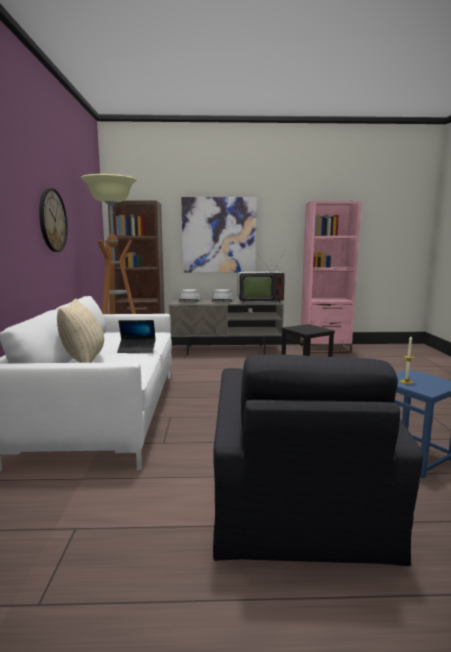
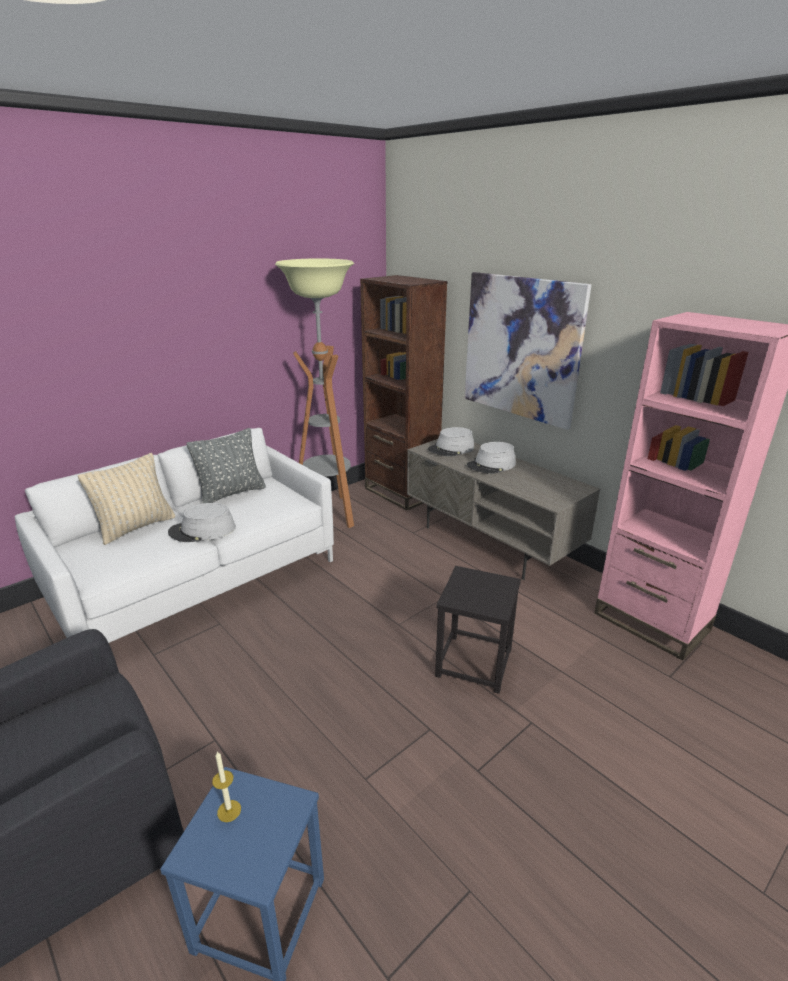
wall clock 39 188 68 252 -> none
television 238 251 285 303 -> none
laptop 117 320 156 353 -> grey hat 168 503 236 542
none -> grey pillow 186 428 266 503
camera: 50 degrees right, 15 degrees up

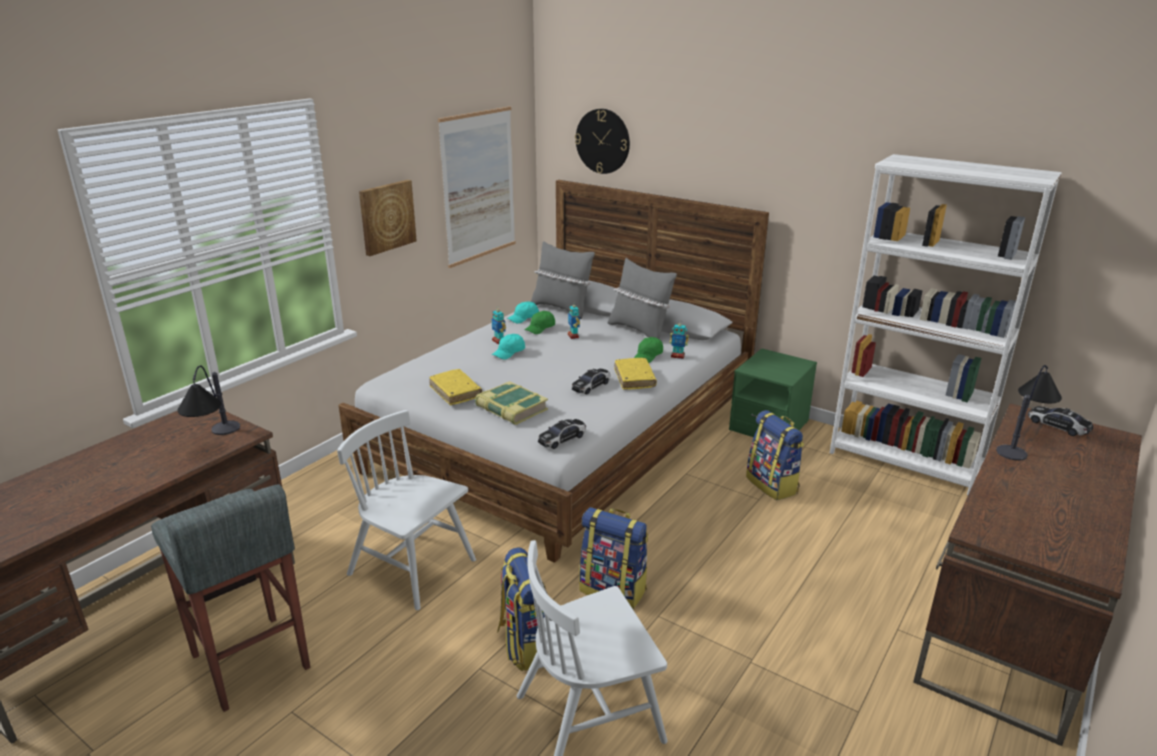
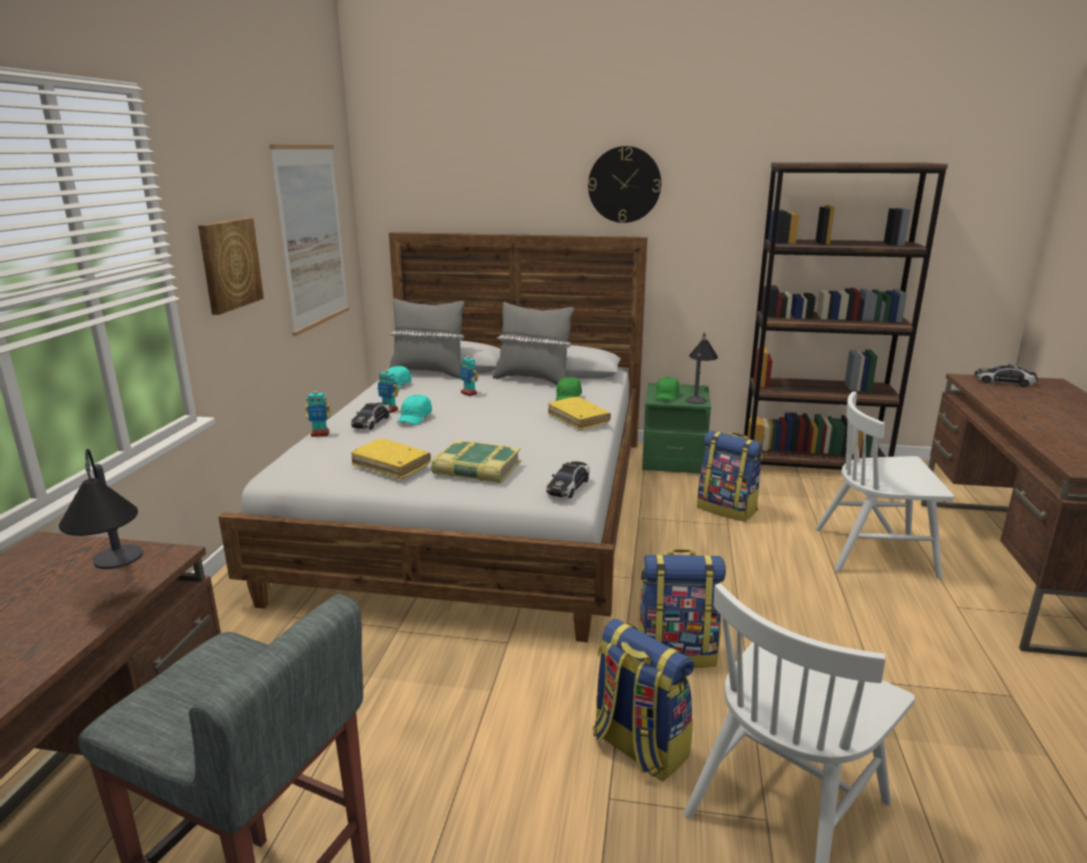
wall clock 575 109 630 174 -> wall clock 588 146 661 223, shifted
white bookcase 830 154 1062 495 -> brown bookcase 744 162 948 470
green cap 525 311 555 334 -> green cap 655 377 680 401, shifted
toy robot 670 323 689 359 -> toy robot 305 386 330 437, shifted
table lamp 996 365 1062 461 -> table lamp 685 333 718 404, shifted
toy car 572 369 610 394 -> toy car 351 403 390 429, shifted
white chair 337 410 476 610 -> white chair 815 392 954 579, shifted
camera: 25 degrees left, 5 degrees down

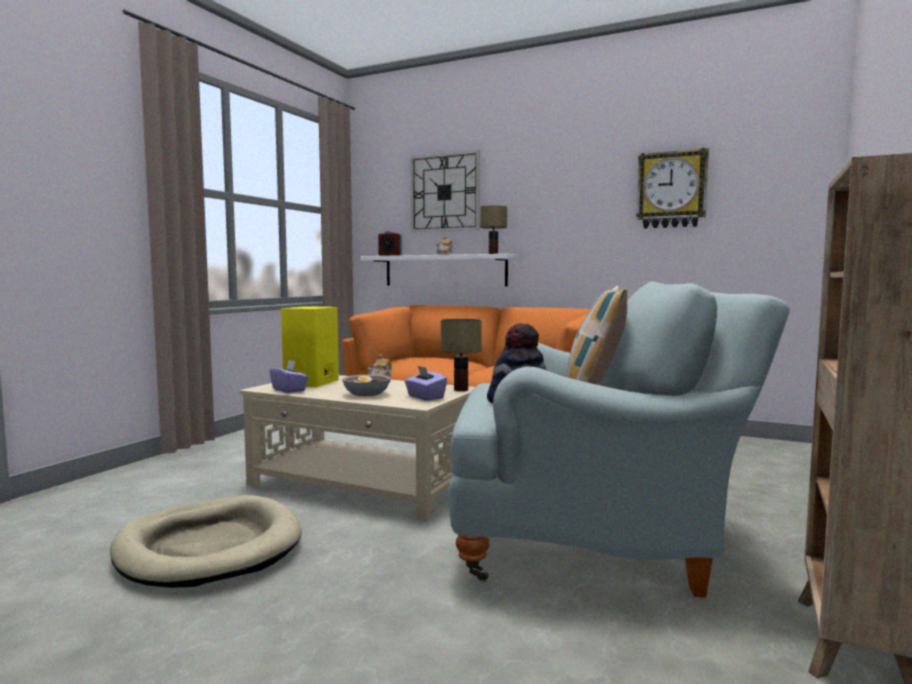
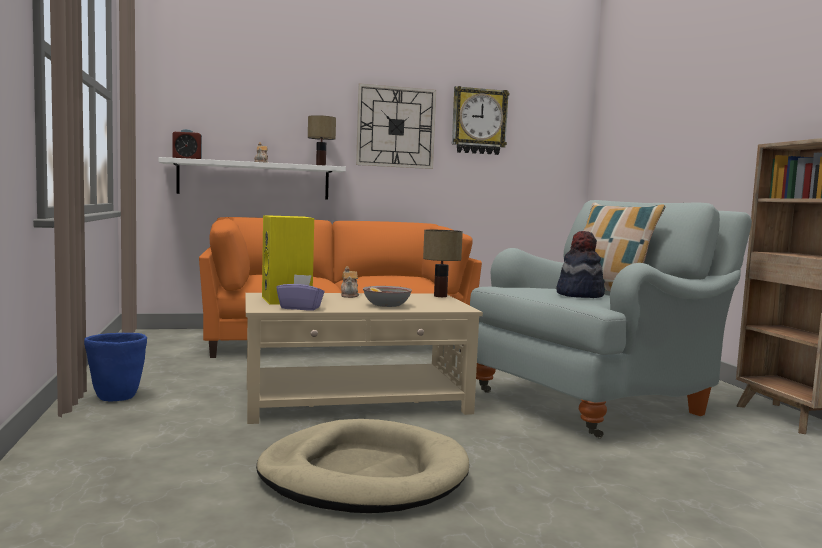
wall clock 410 150 480 232 -> wall clock 356 83 436 169, shifted
purple tissue box 405 365 447 401 -> none
none -> blue planter 84 333 147 402
camera: 40 degrees left, 0 degrees up

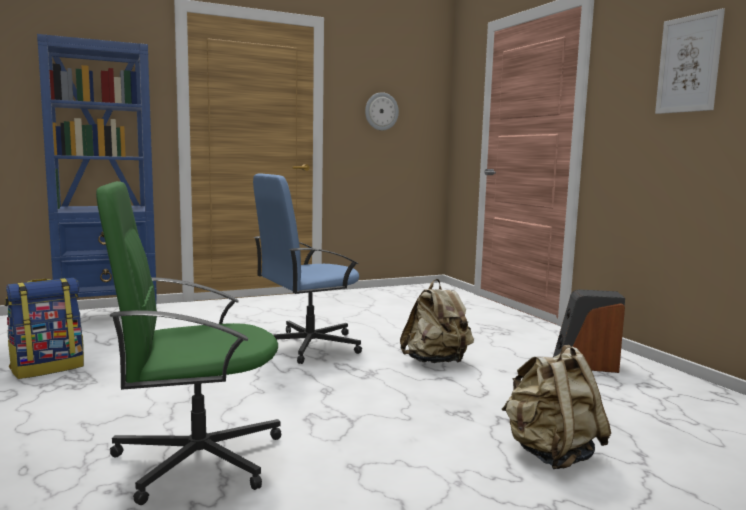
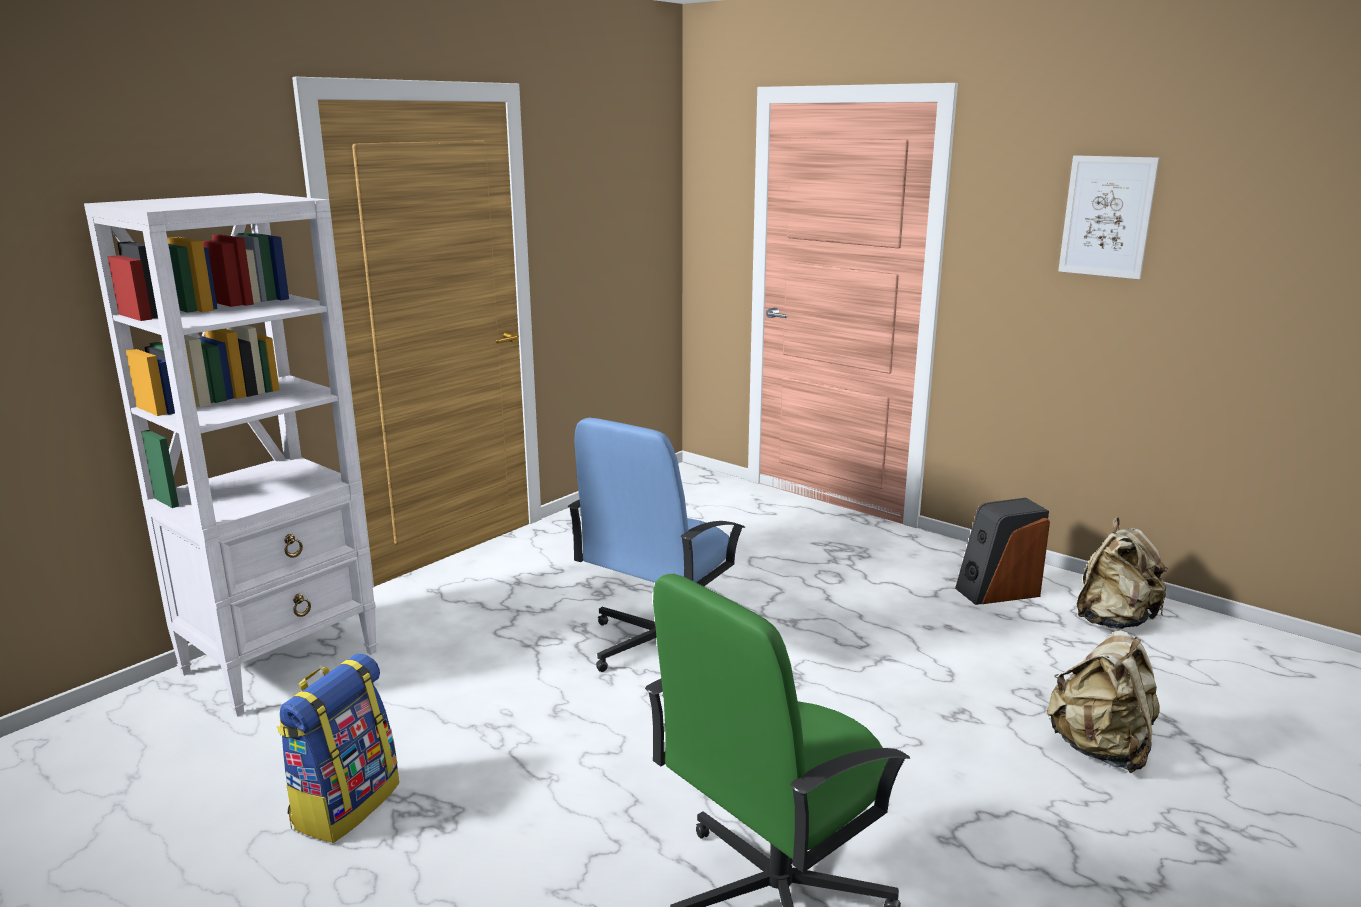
blue bookcase 37 34 157 301 -> white bookcase 84 193 378 717
wall clock 365 92 399 130 -> none
beige backpack 400 279 474 363 -> beige backpack 1077 517 1169 629, shifted
camera: 25 degrees left, 10 degrees up

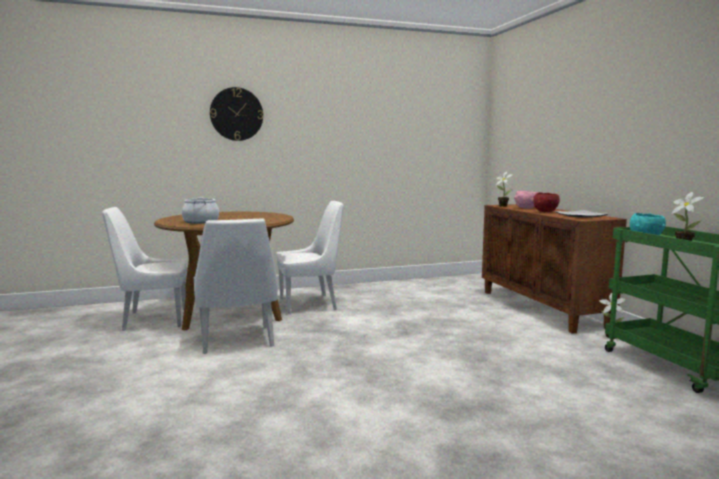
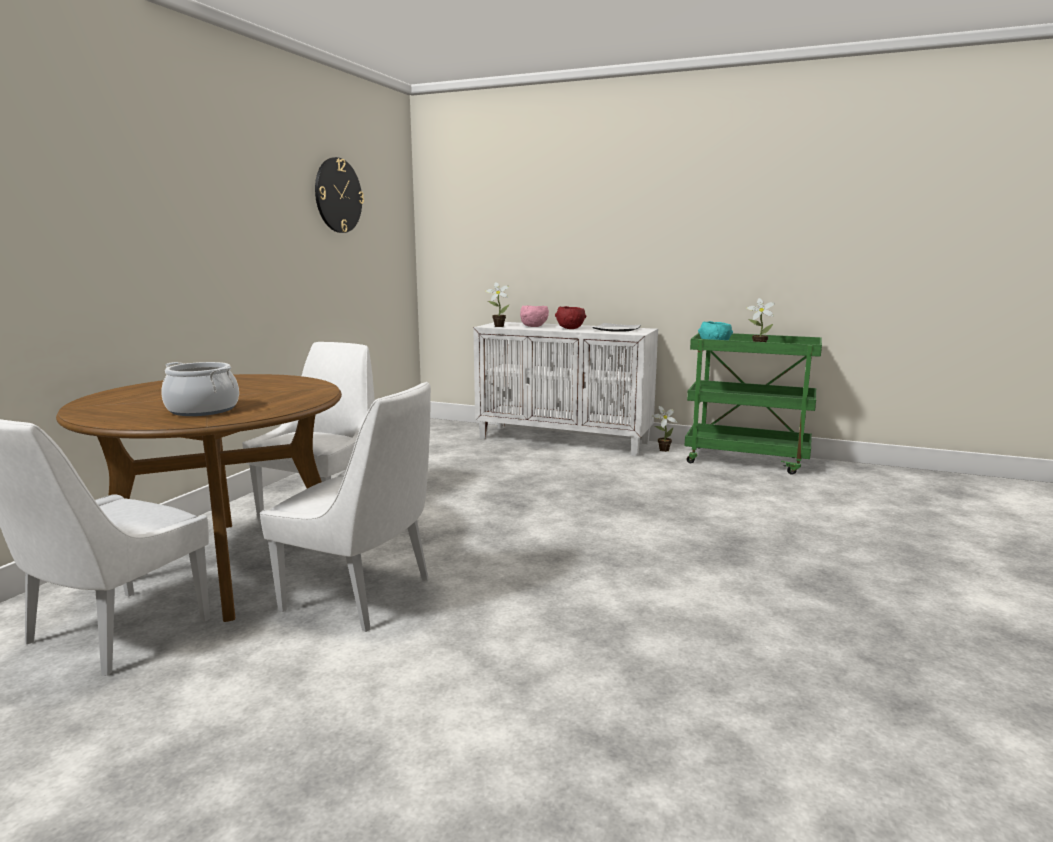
wall clock 210 87 263 141 -> wall clock 315 157 364 233, shifted
brown cabinet 482 204 627 334 -> white cabinet 473 322 658 456
camera: 50 degrees left, 5 degrees up

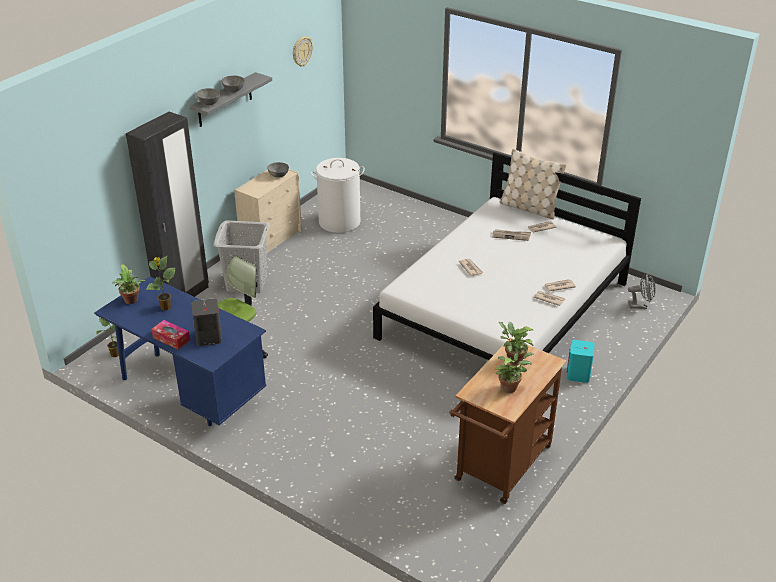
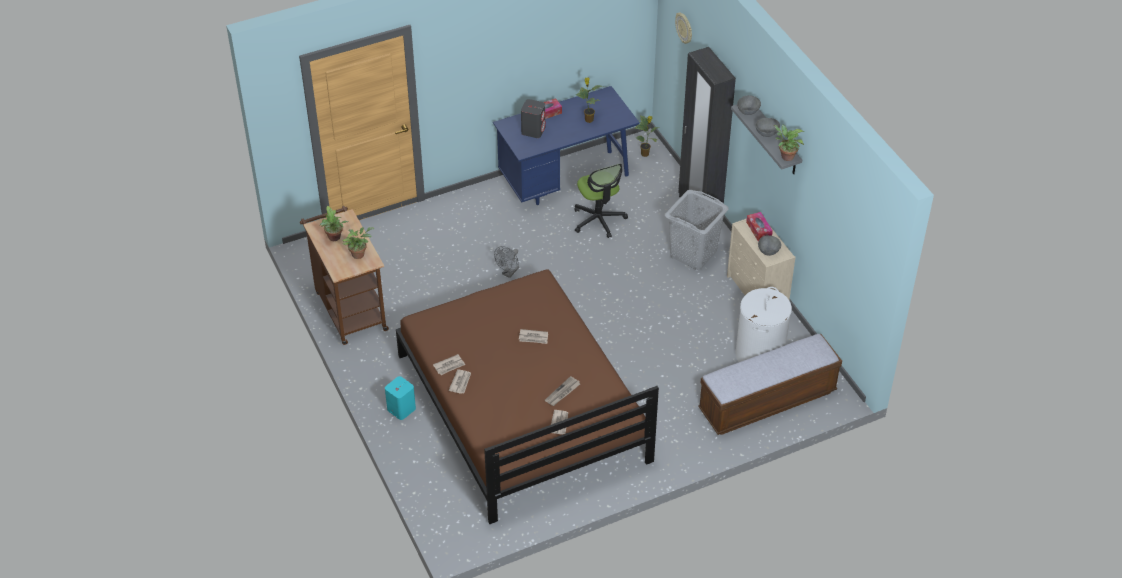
wall clock 293 36 313 66 -> wall clock 675 12 692 44, shifted
beige pillow 499 149 567 219 -> none
white bed 373 152 641 360 -> brown bed 396 269 659 524
potted plant 112 264 146 304 -> potted plant 774 124 804 161, shifted
grey fan 628 273 656 309 -> grey fan 494 246 519 278, shifted
none -> tissue box 746 212 773 241
none -> bench 698 334 842 435
camera: 120 degrees right, 10 degrees up

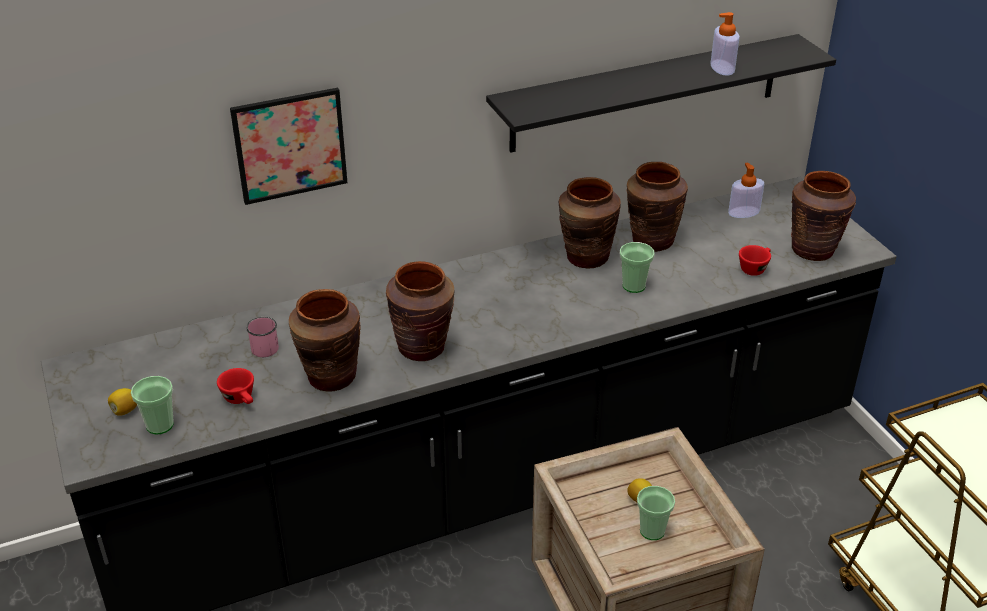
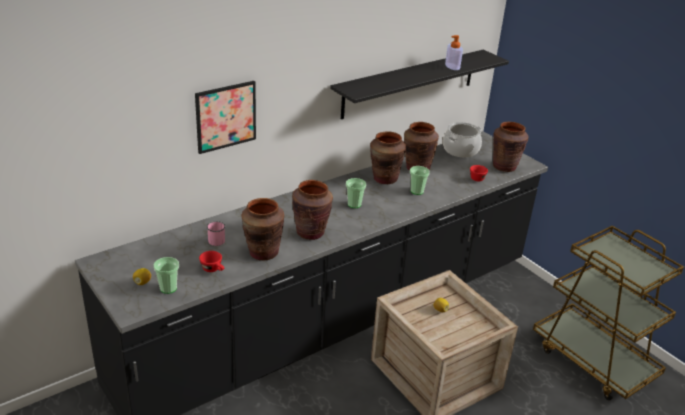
soap dispenser 728 163 764 218 -> cooking pot 443 122 482 158
cup 637 486 675 540 -> cup 346 178 366 208, shifted
camera: 15 degrees left, 5 degrees down

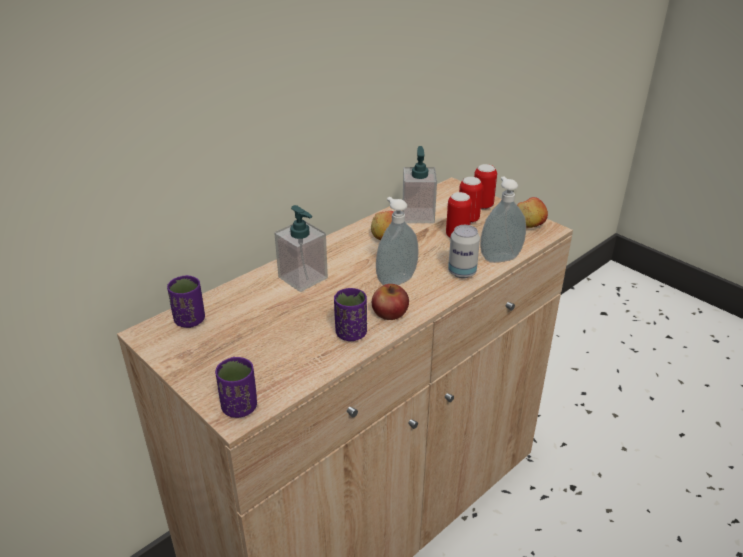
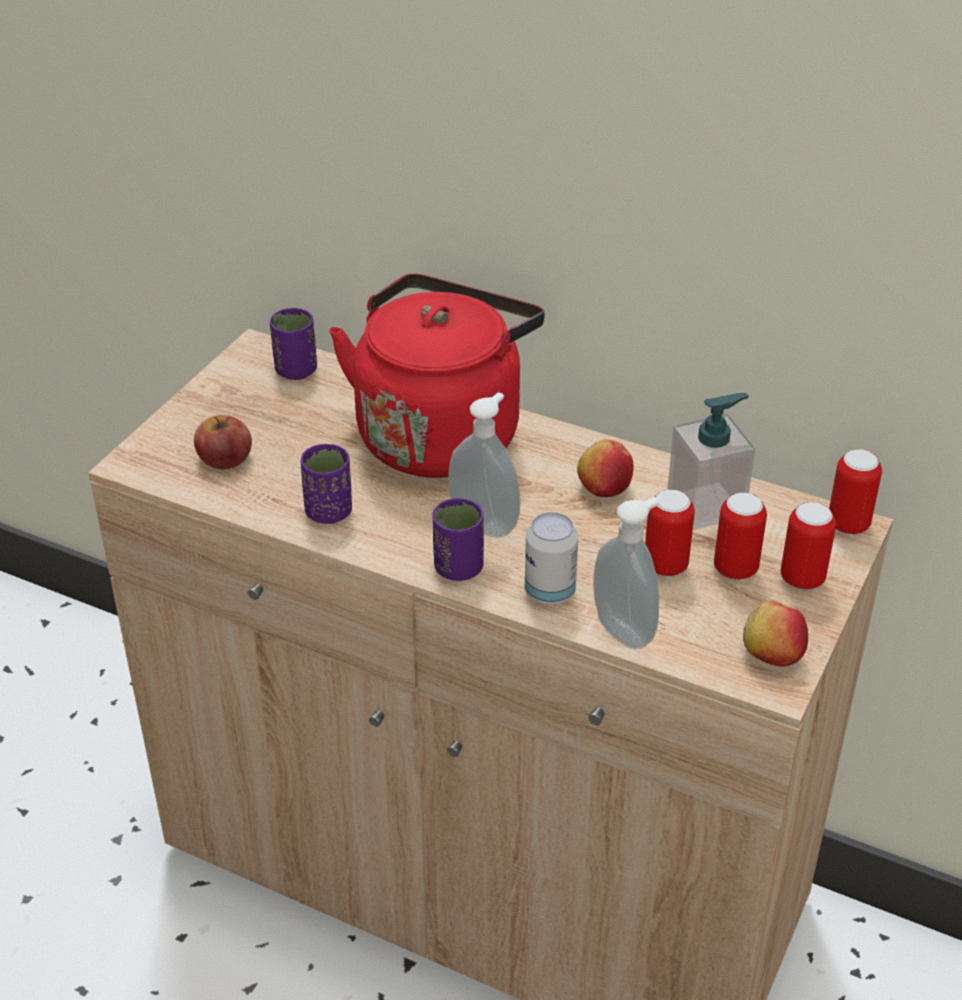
soap dispenser 274 205 328 292 -> red kettle 329 274 544 478
apple 372 284 409 320 -> apple 194 415 252 469, shifted
purple cup 215 357 257 418 -> purple cup 433 498 484 581, shifted
none -> can 829 449 882 535
camera: 70 degrees right, 5 degrees up

